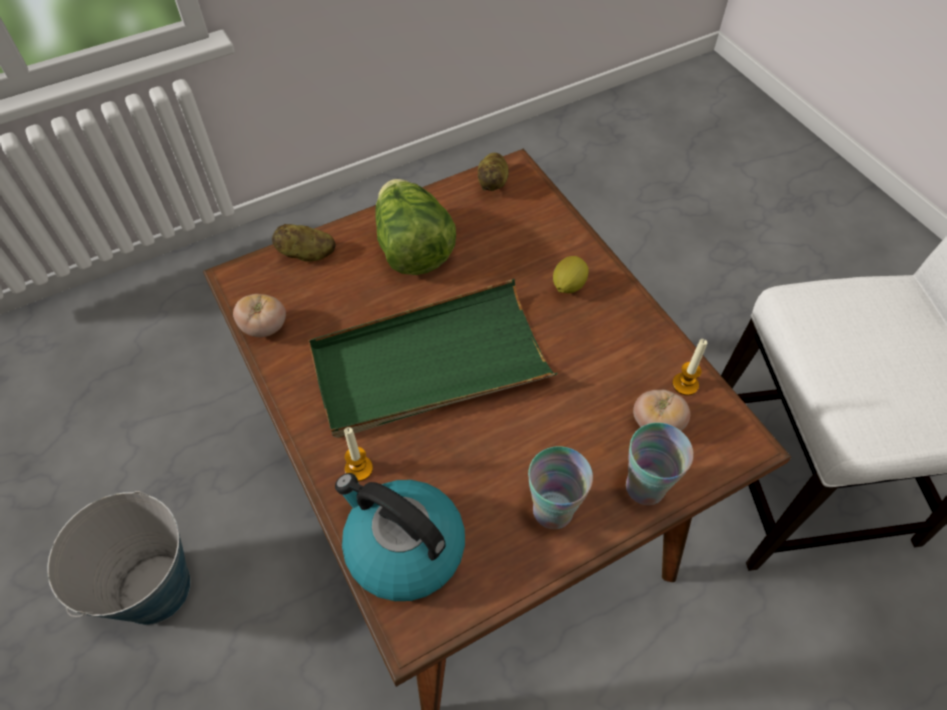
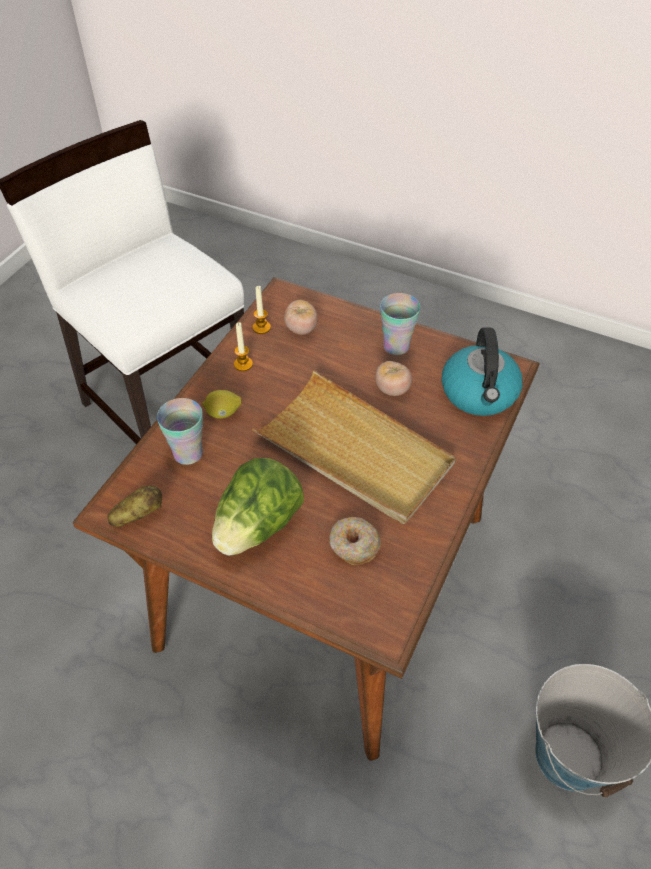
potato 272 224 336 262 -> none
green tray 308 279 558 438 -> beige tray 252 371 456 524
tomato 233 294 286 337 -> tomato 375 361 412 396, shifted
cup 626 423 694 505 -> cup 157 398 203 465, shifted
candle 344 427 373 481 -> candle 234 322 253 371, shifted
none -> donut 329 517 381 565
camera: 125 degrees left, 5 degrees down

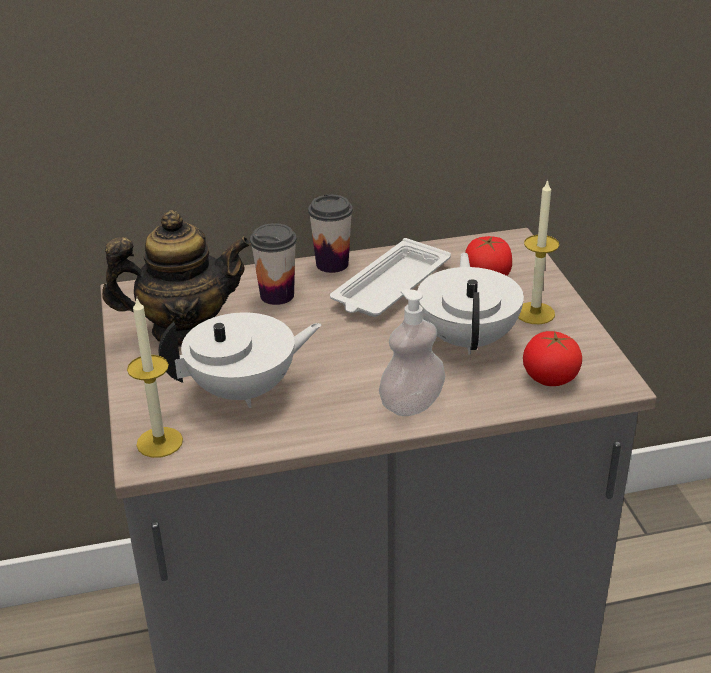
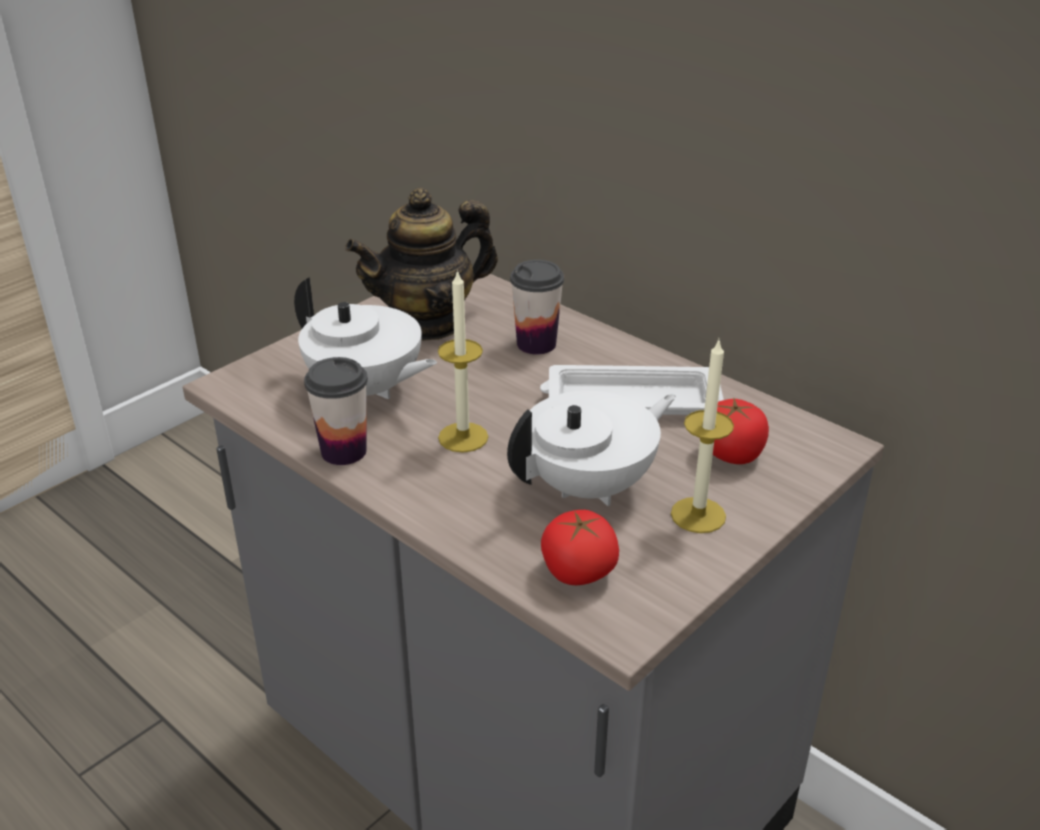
cup 308 195 353 273 -> cup 304 357 368 465, shifted
teapot 102 210 251 347 -> teapot 345 188 498 341, 105 degrees clockwise
soap dispenser 379 289 445 416 -> none
candle 127 299 183 458 -> candle 438 269 488 453, shifted
camera: 55 degrees right, 0 degrees up

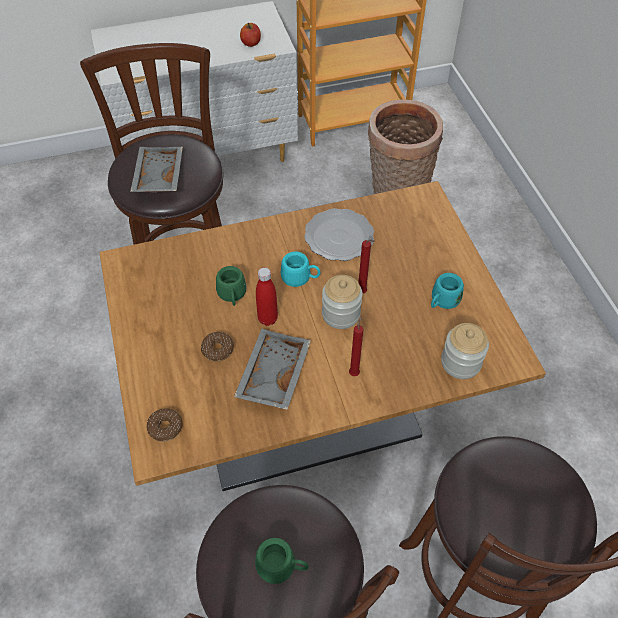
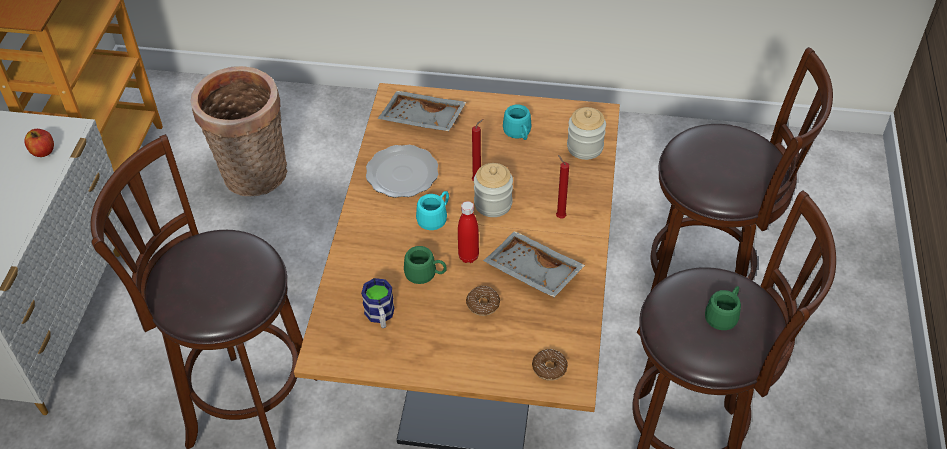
grey tray 130 147 183 192 -> grey tray 377 91 466 131, shifted
none -> mug 361 278 395 328
camera: 65 degrees left, 5 degrees down

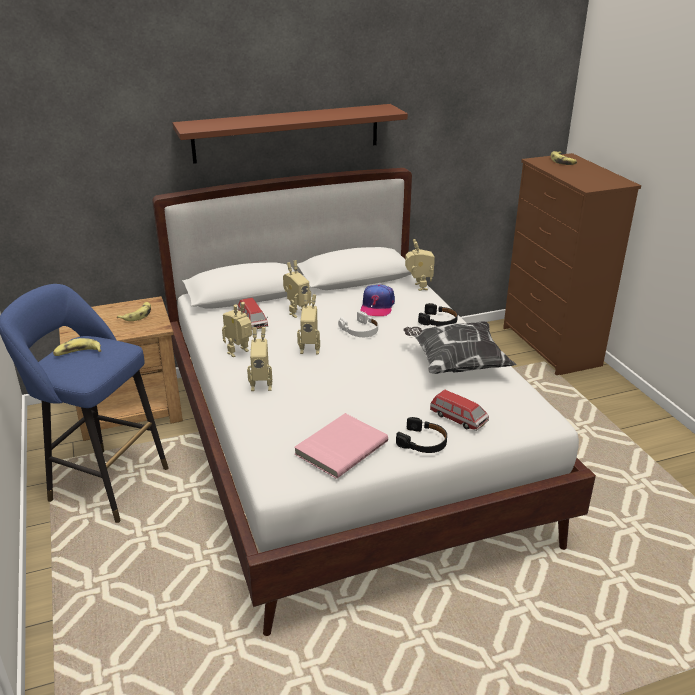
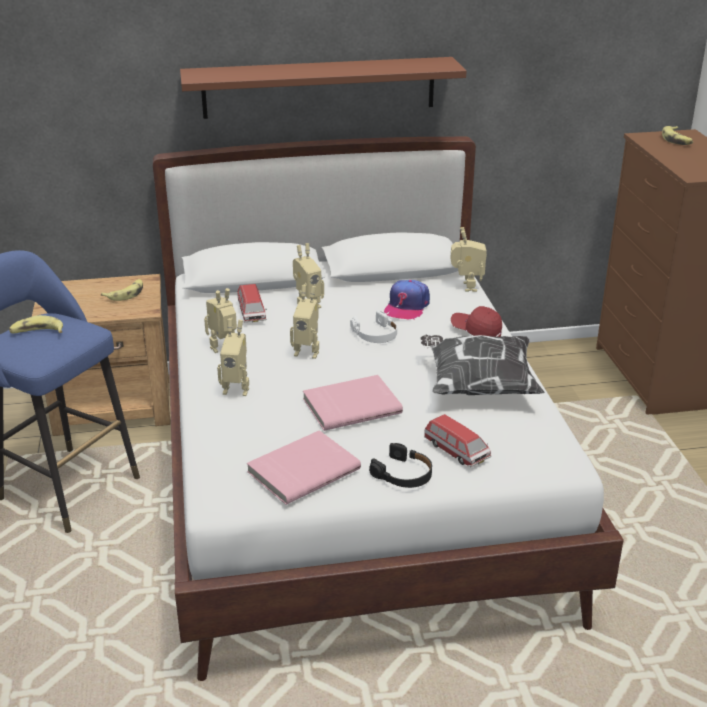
black headphones 418 303 458 326 -> red cap 451 306 502 337
none -> pink book 303 375 403 431
camera: 10 degrees right, 0 degrees up

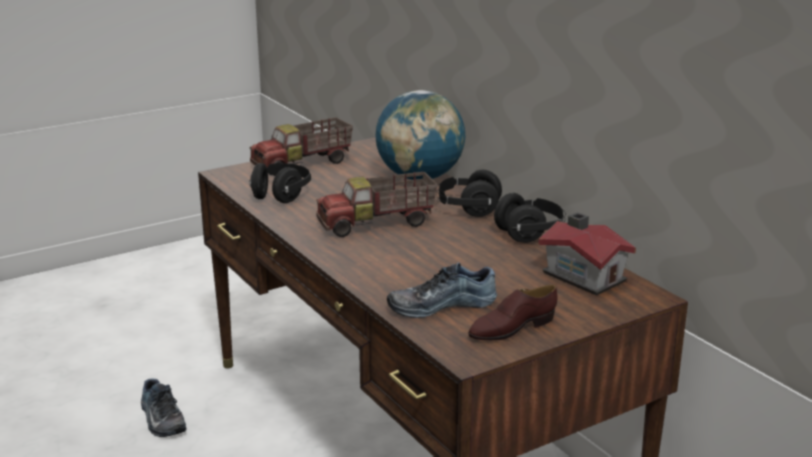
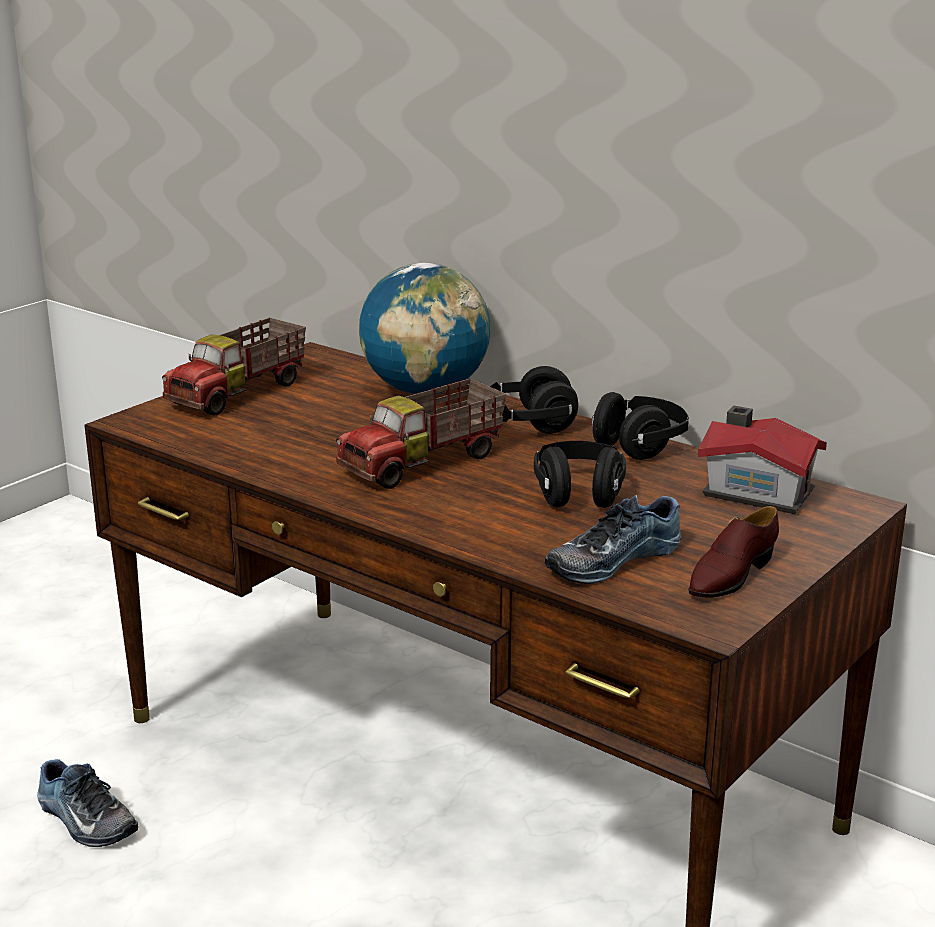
black headphones 250 163 311 203 -> black headphones 534 441 626 508, shifted
camera: 20 degrees left, 0 degrees up

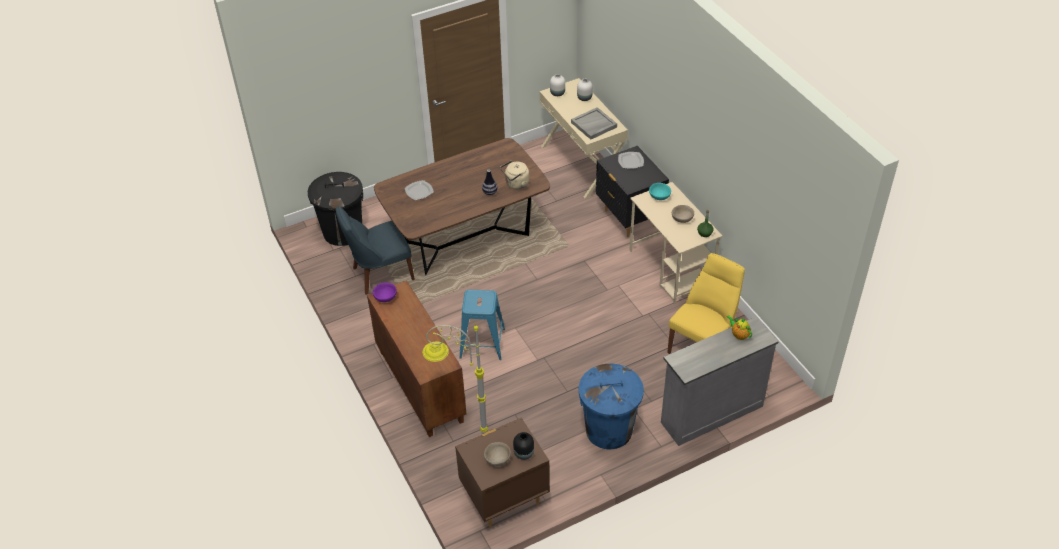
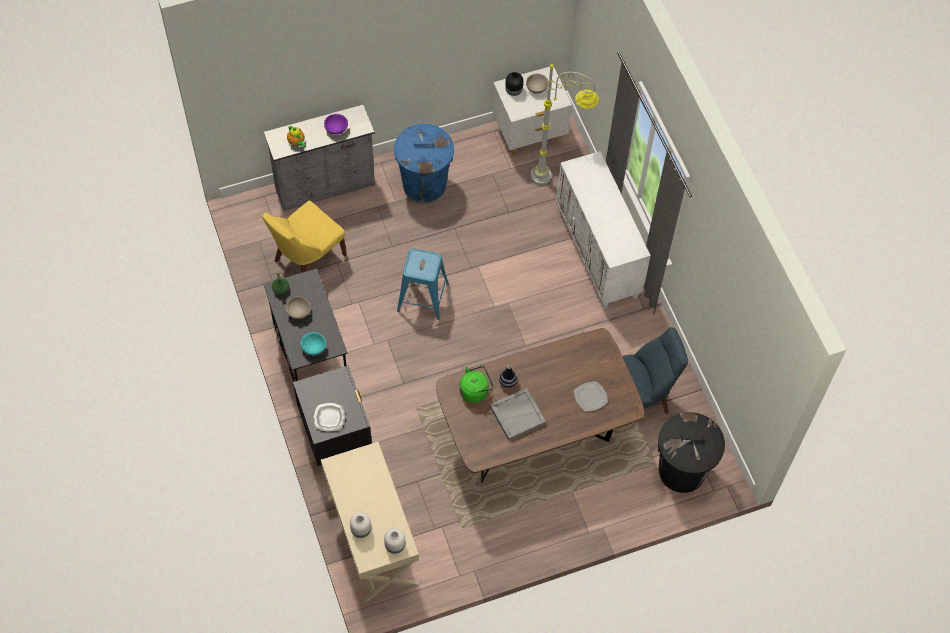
grey tray 571 107 617 140 -> grey tray 490 388 546 440, shifted
beige kettle 500 161 529 189 -> green kettle 460 366 494 403
beige desk 629 182 723 304 -> black desk 263 268 348 382
brown cabinet 367 280 466 437 -> white cabinet 556 151 651 309
purple bowl 373 282 397 302 -> purple bowl 324 114 348 135, shifted
blue stool 459 290 505 360 -> blue stool 397 249 449 320, shifted
brown nightstand 455 418 550 527 -> white nightstand 492 67 572 156
camera: 175 degrees left, 15 degrees up

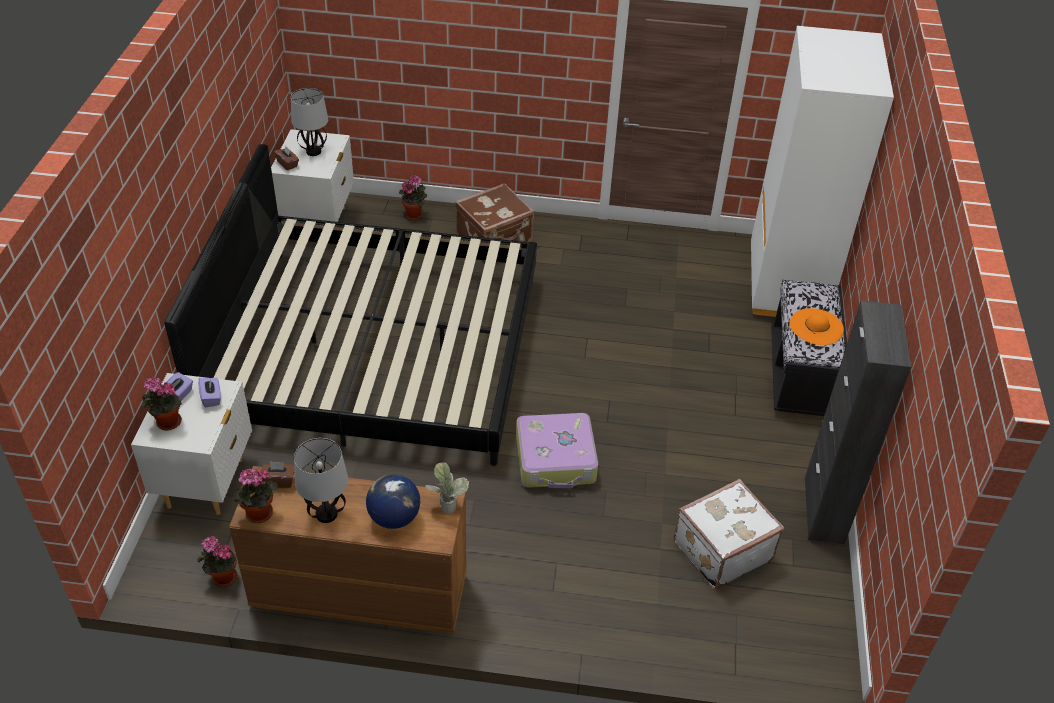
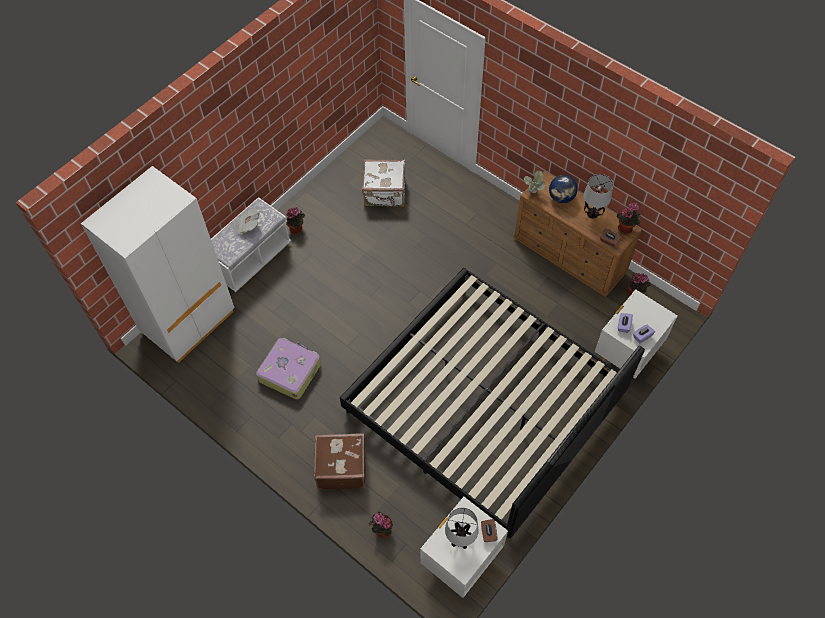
black bench 771 280 847 416 -> white bench 211 197 291 292
black cabinet 805 300 911 544 -> none
orange hat 790 308 844 345 -> newspaper 234 208 260 234
potted plant 141 376 182 431 -> potted plant 286 207 305 234, shifted
suitcase 516 413 598 488 -> suitcase 256 338 321 400, shifted
camera: 145 degrees left, 15 degrees up

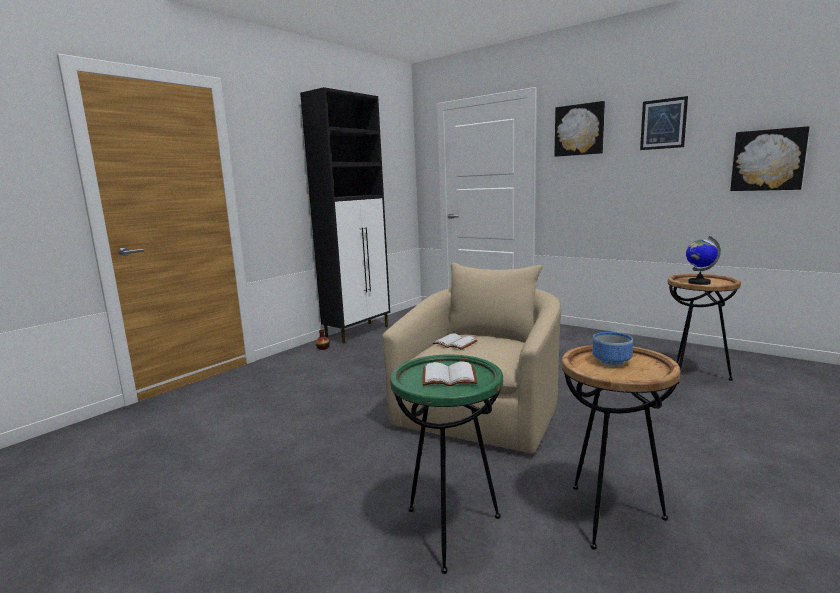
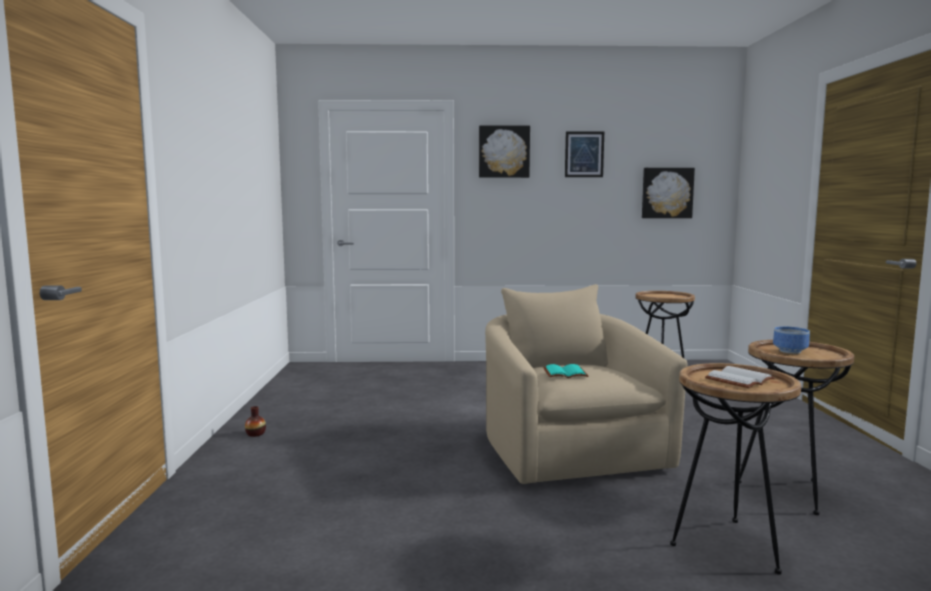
black cabinet 300 87 390 343 -> none
globe 686 236 721 285 -> none
white book 433 333 478 350 -> turquoise book 544 364 588 378
green side table 390 355 503 574 -> brown side table 670 363 801 575
camera: 40 degrees left, 5 degrees down

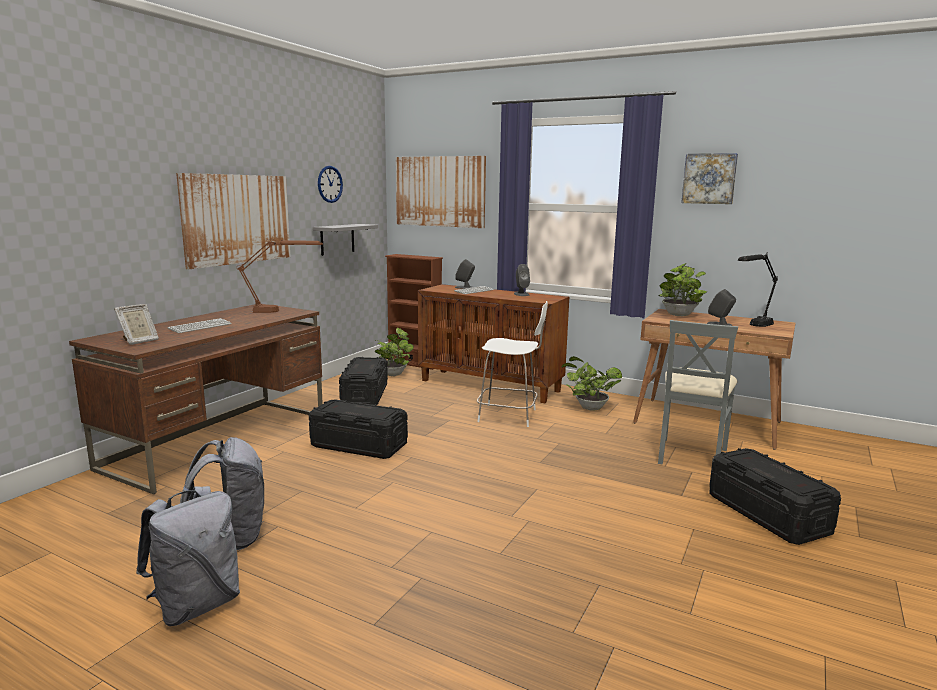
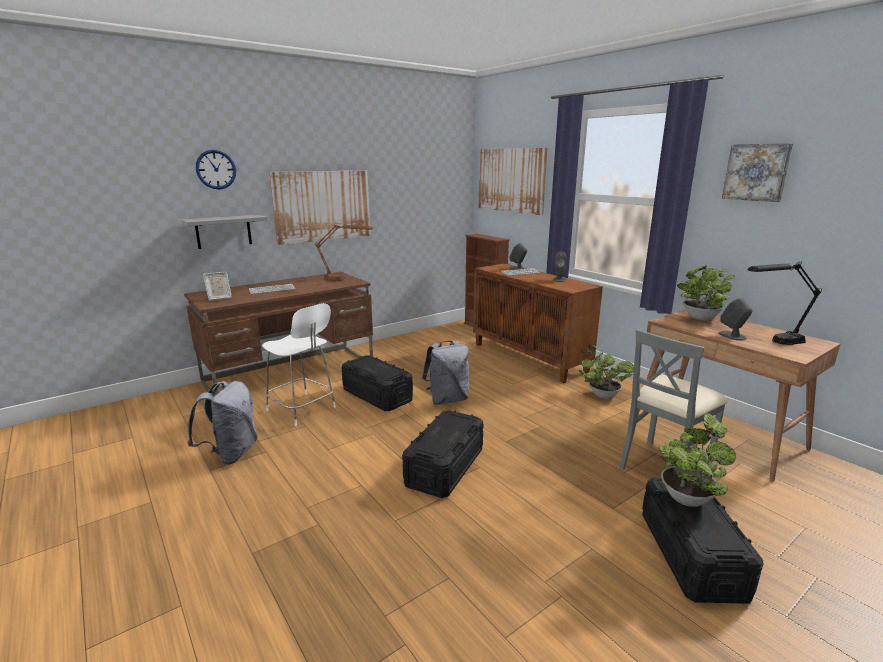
wall clock 318 166 343 203 -> wall clock 196 150 236 189, shifted
grey shelf 313 224 378 256 -> grey shelf 181 215 268 249, shifted
white stool 477 301 548 427 -> white stool 262 303 336 426, shifted
potted plant 375 328 414 376 -> potted plant 659 413 736 507, shifted
black storage box 339 357 388 405 -> black storage box 402 410 484 498, shifted
grey backpack 136 486 240 626 -> grey backpack 422 340 469 405, shifted
camera: 25 degrees right, 5 degrees up

